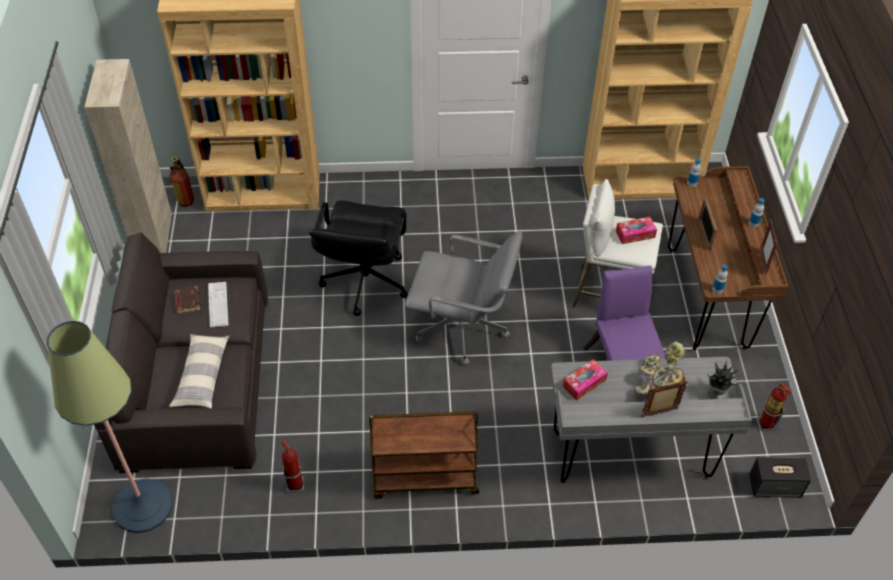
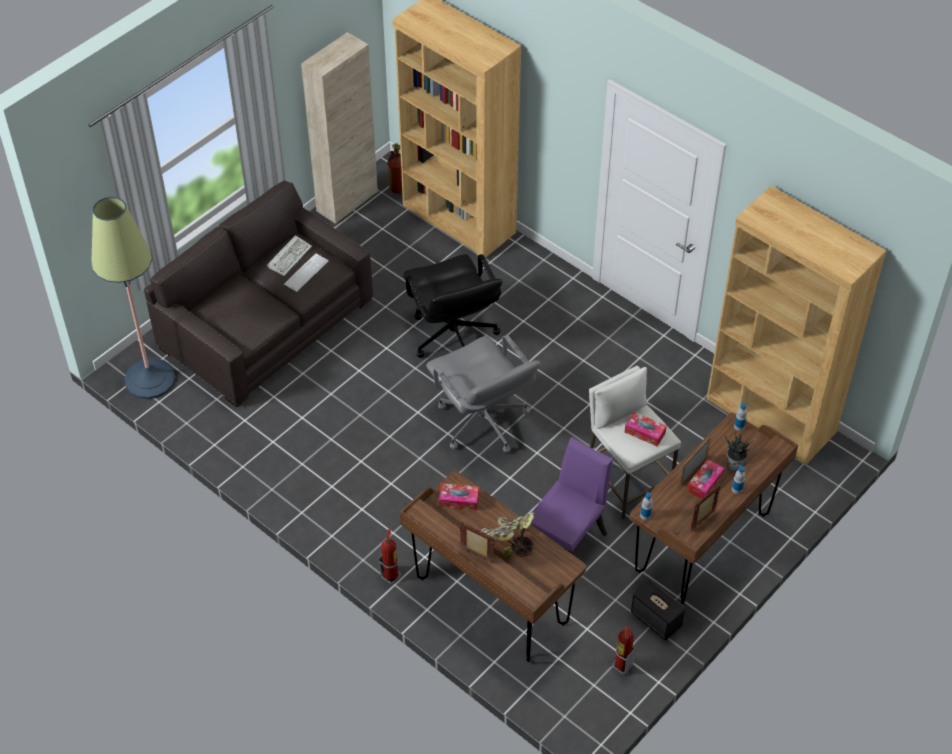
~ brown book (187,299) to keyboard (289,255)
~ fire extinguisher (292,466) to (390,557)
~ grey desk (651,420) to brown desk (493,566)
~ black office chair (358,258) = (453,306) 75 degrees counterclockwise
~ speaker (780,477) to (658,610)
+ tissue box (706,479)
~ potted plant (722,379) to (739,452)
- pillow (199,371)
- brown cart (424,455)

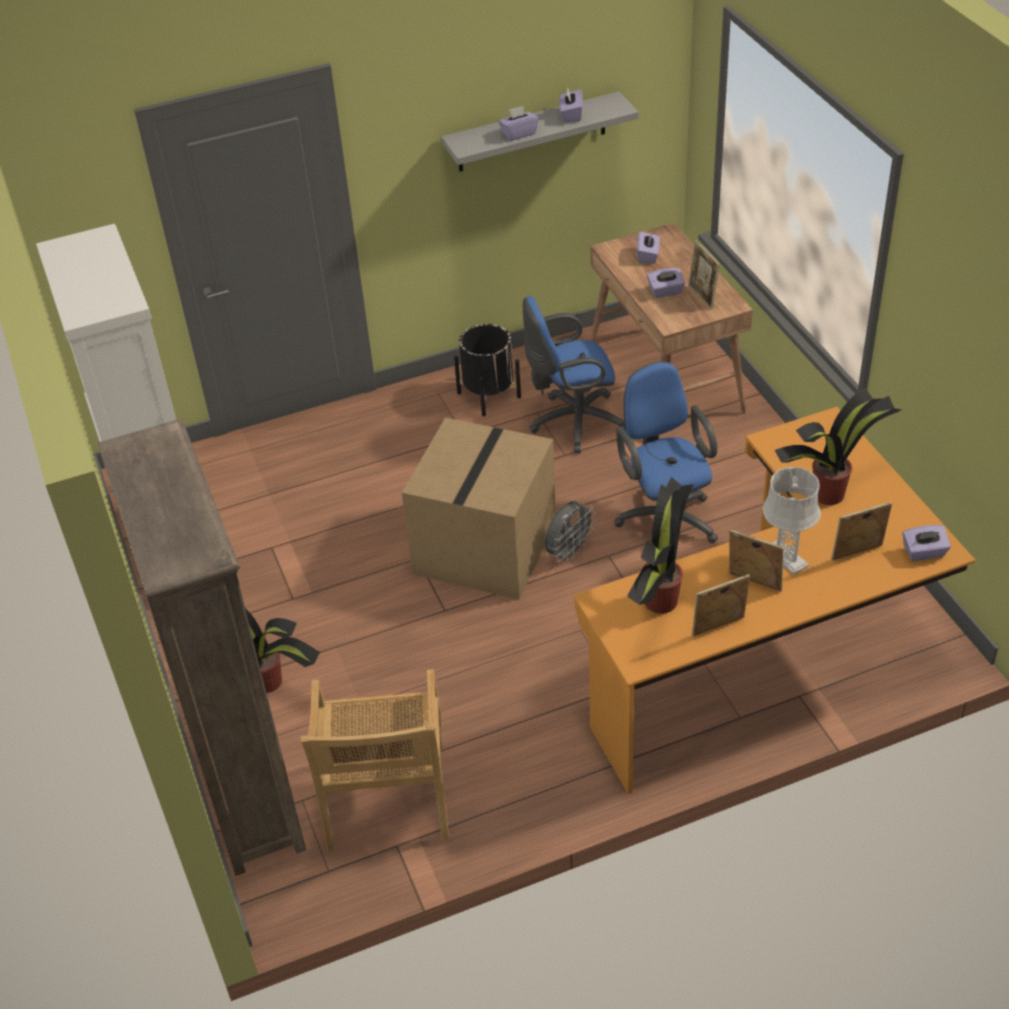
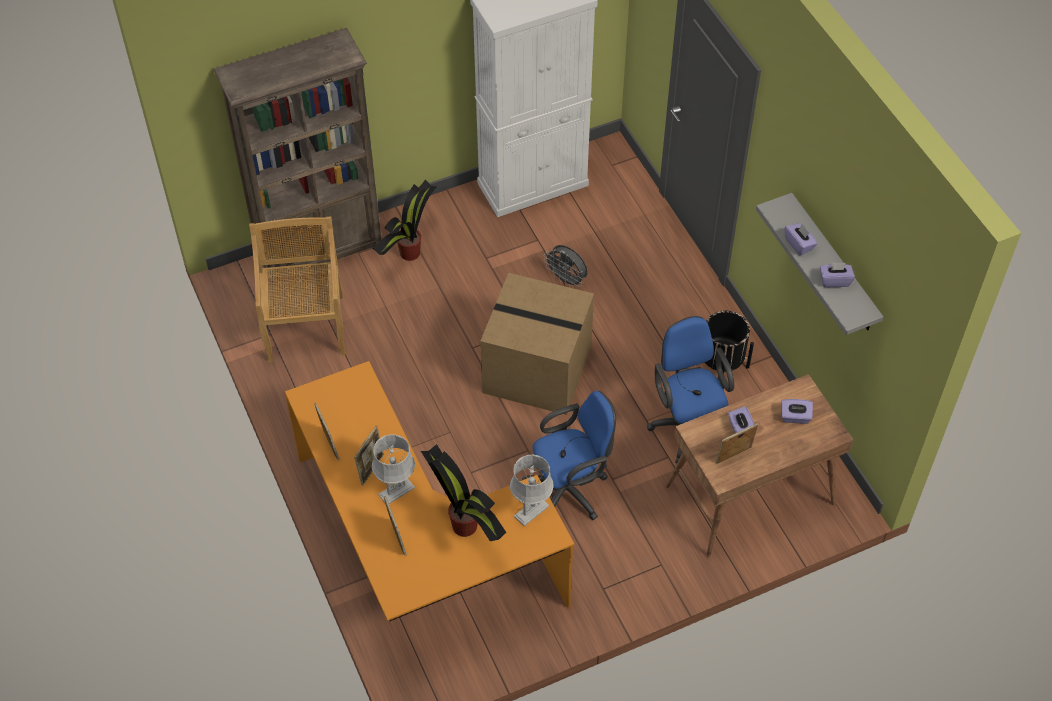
~ beige chair (375,760) = (297,289) 90 degrees clockwise
+ grey table lamp (532,490)
~ grey fan (570,532) to (565,266)
- potted plant (660,545)
- purple tissue box (926,543)

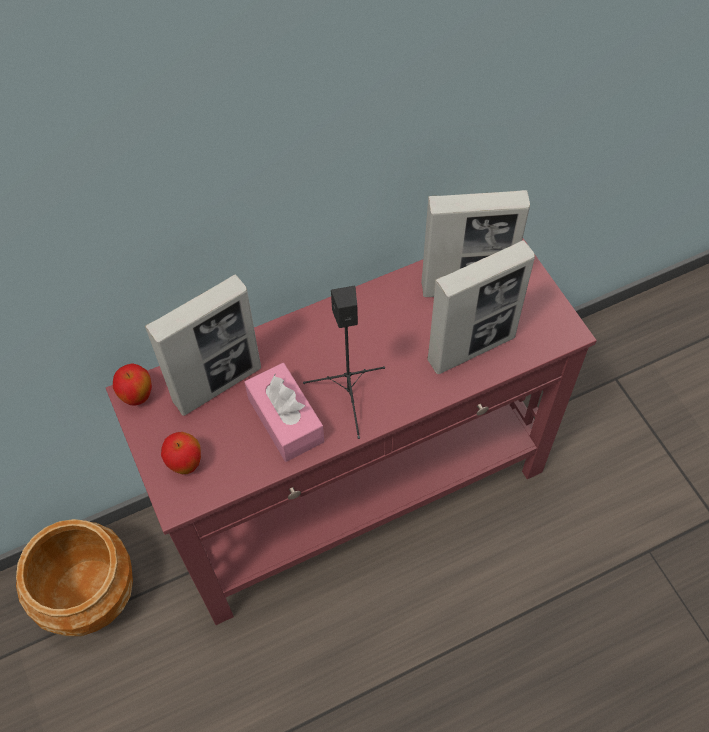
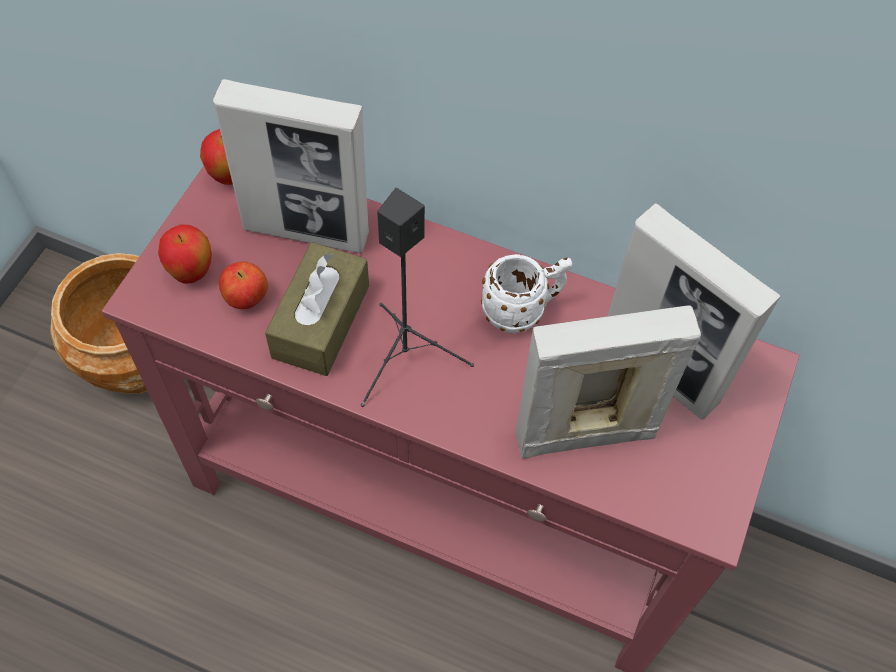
+ apple (243,285)
~ pink tissue box (284,412) to brown tissue box (317,309)
+ white mug (526,293)
~ picture frame (481,307) = (608,381) 150 degrees clockwise

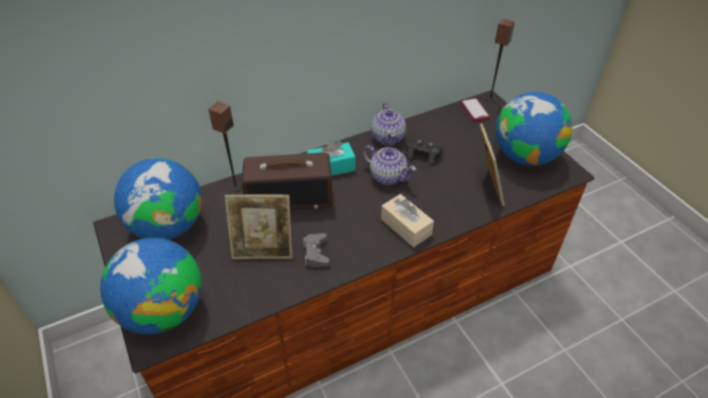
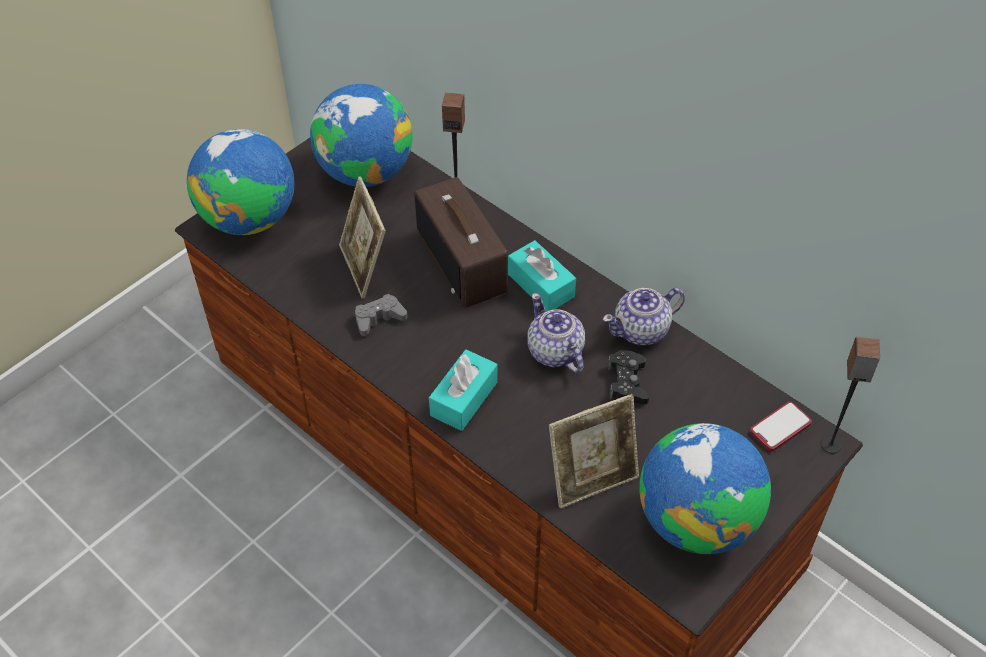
~ beige tissue box (407,220) to turquoise tissue box (463,390)
~ teapot (389,165) = (556,333) 135 degrees clockwise

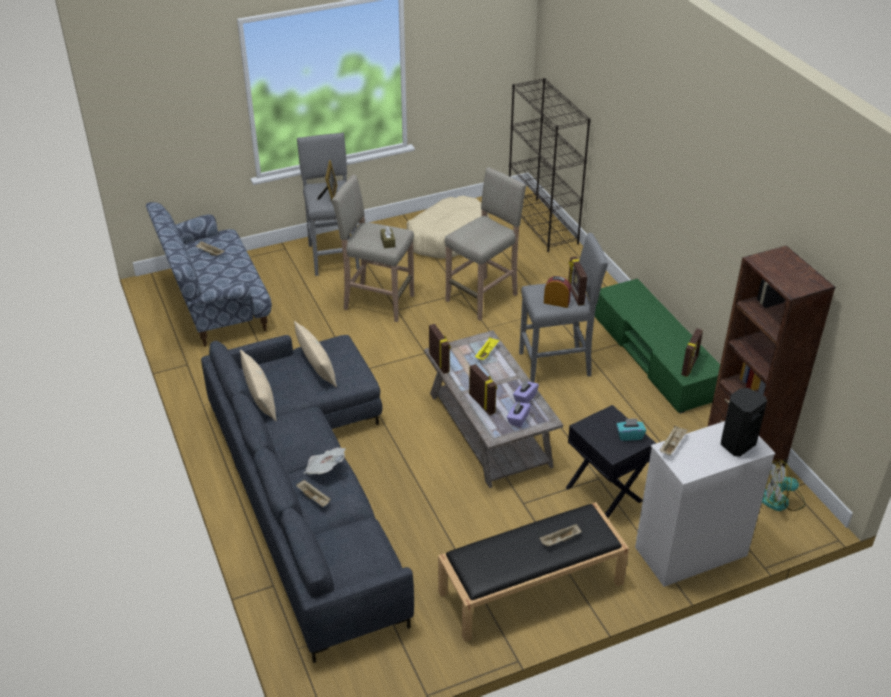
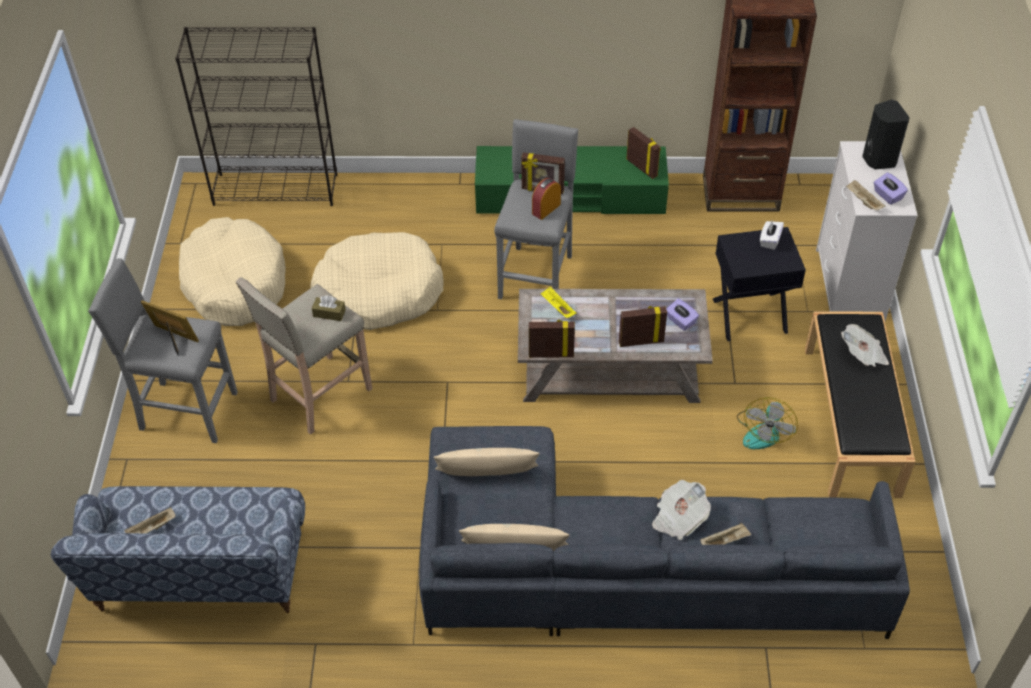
~ beige stool (485,244) to beige dog bed (377,281)
~ fan (783,485) to (767,423)
~ turquoise tissue box (631,430) to white tissue box (772,235)
~ beige tray (560,535) to newspaper (865,345)
~ purple tissue box (526,391) to (891,189)

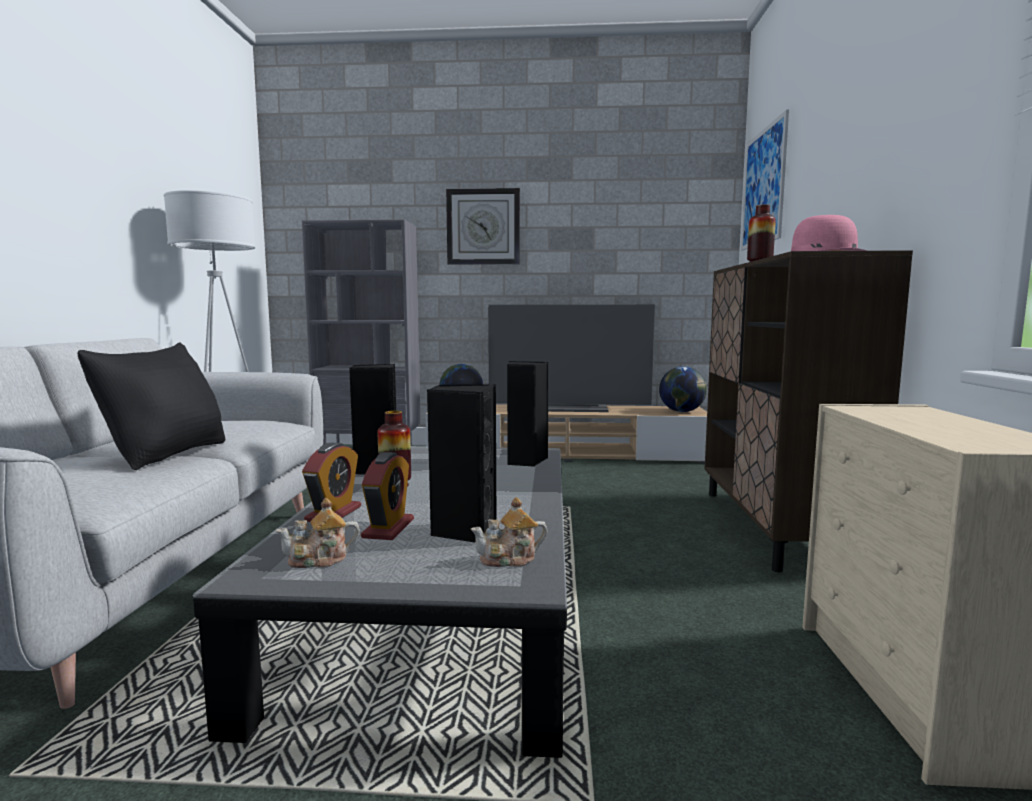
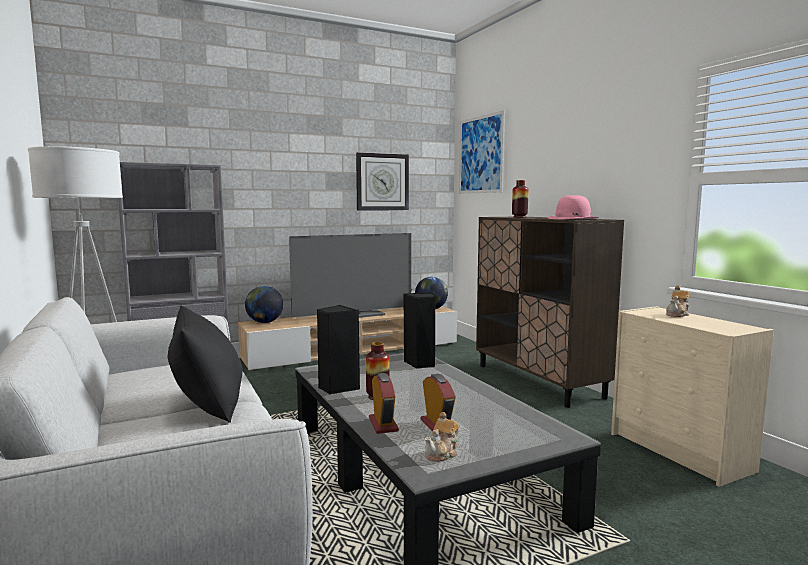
~ wall clock (483,226) to (382,181)
~ teapot (509,532) to (677,301)
- black speaker (461,463)

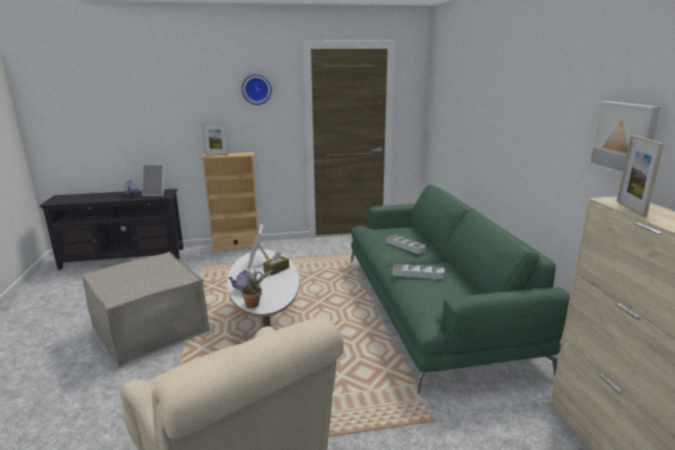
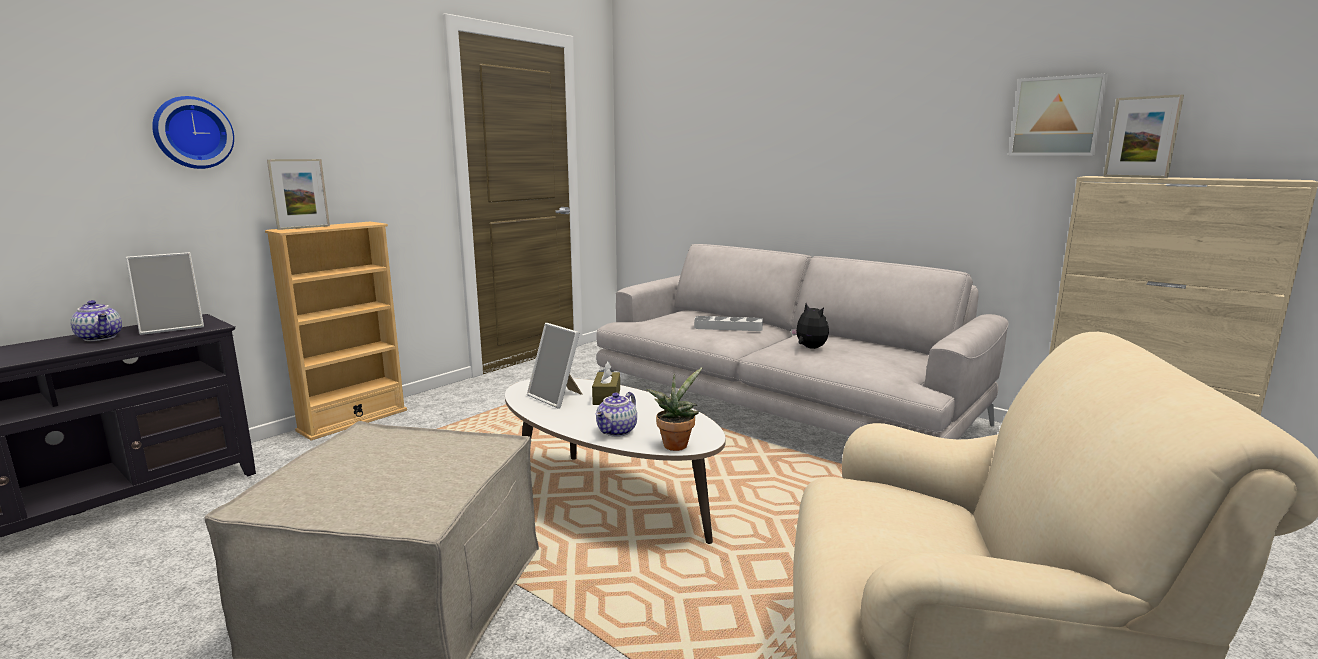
~ wall clock (257,89) to (193,132)
~ green sofa (460,289) to grey sofa (802,341)
~ grey tray (419,271) to plush toy (810,326)

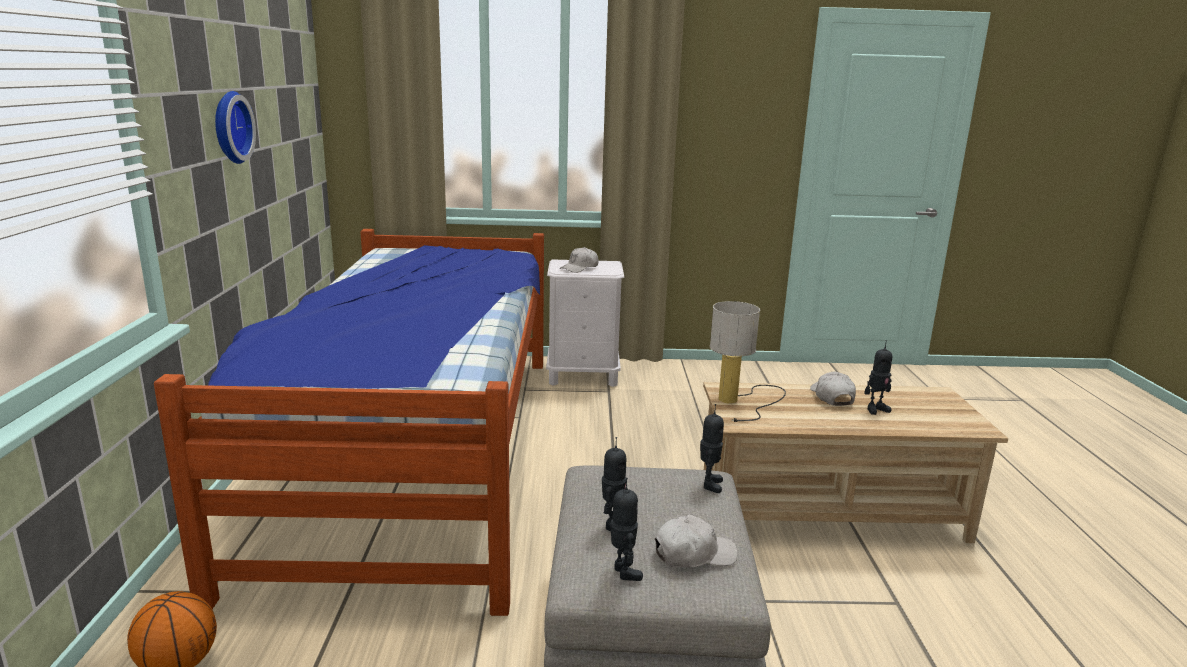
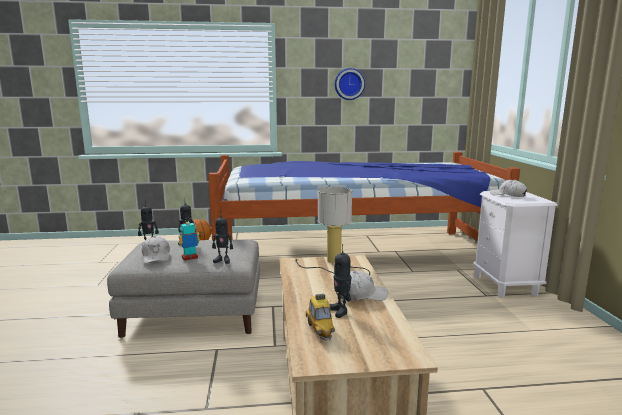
+ toy robot (189,240)
+ toy car (320,317)

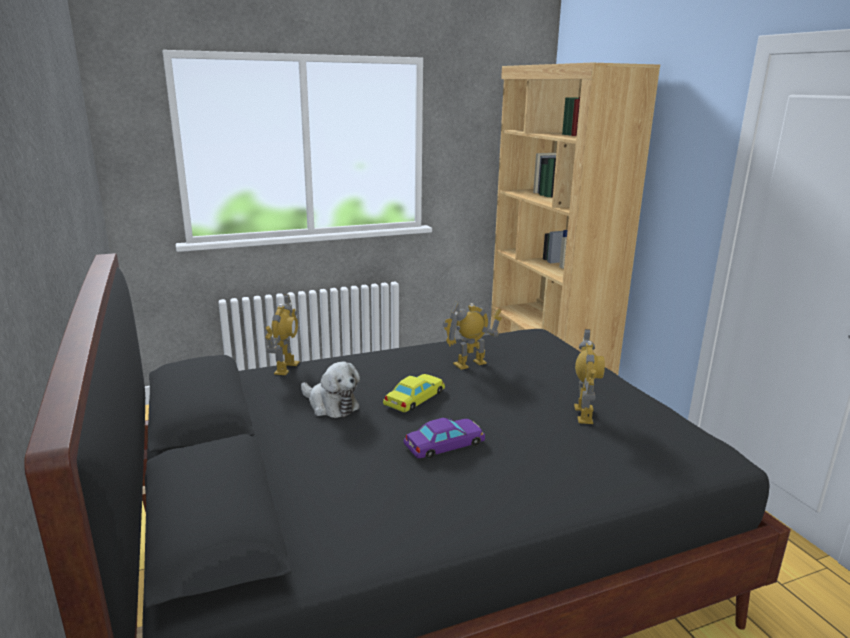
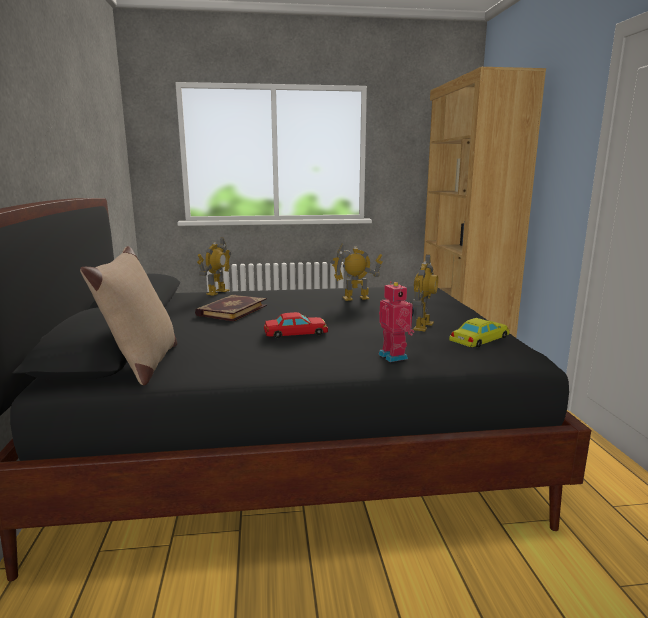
+ beige pillow (128,315)
~ plush toy (330,389) to book (231,308)
~ purple toy car (444,438) to red toy car (296,325)
+ toy robot (396,321)
~ yellow toy car (414,393) to (479,333)

